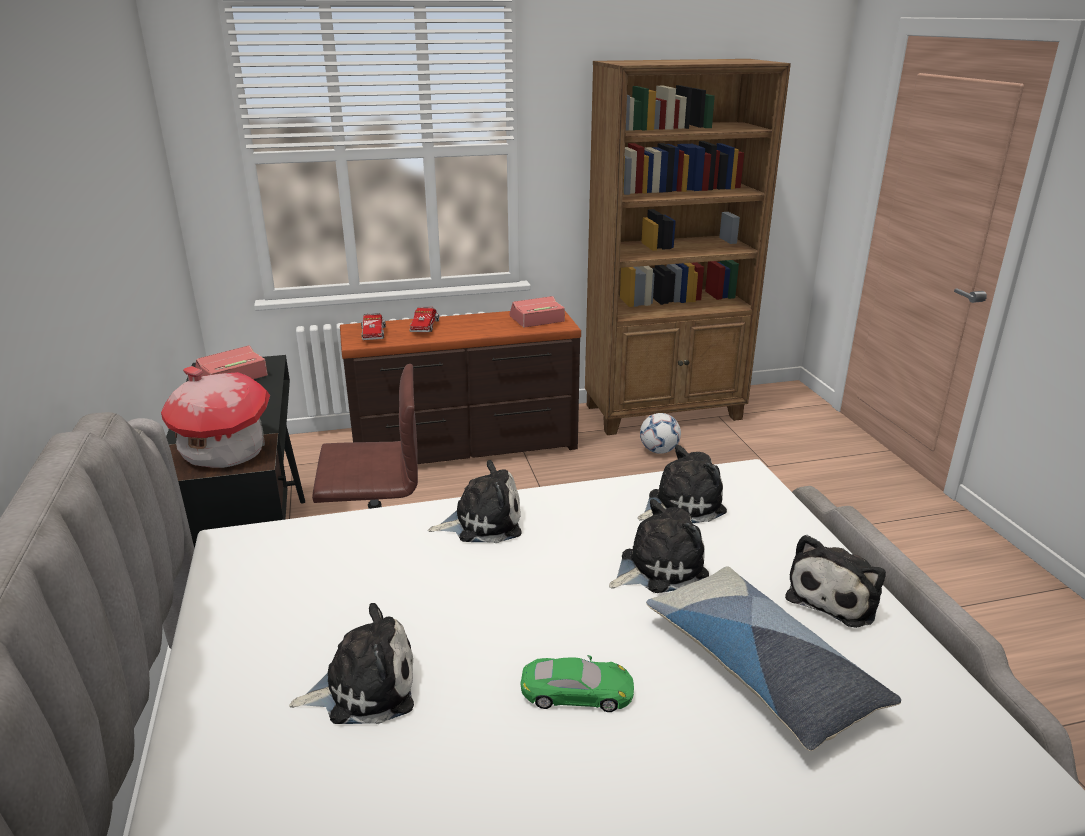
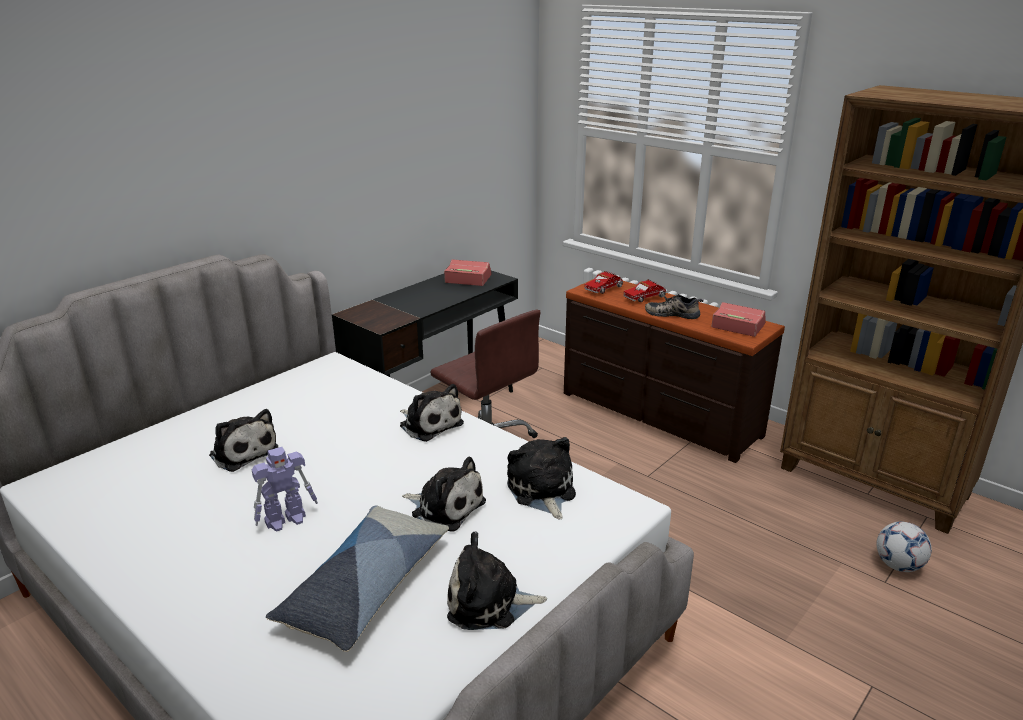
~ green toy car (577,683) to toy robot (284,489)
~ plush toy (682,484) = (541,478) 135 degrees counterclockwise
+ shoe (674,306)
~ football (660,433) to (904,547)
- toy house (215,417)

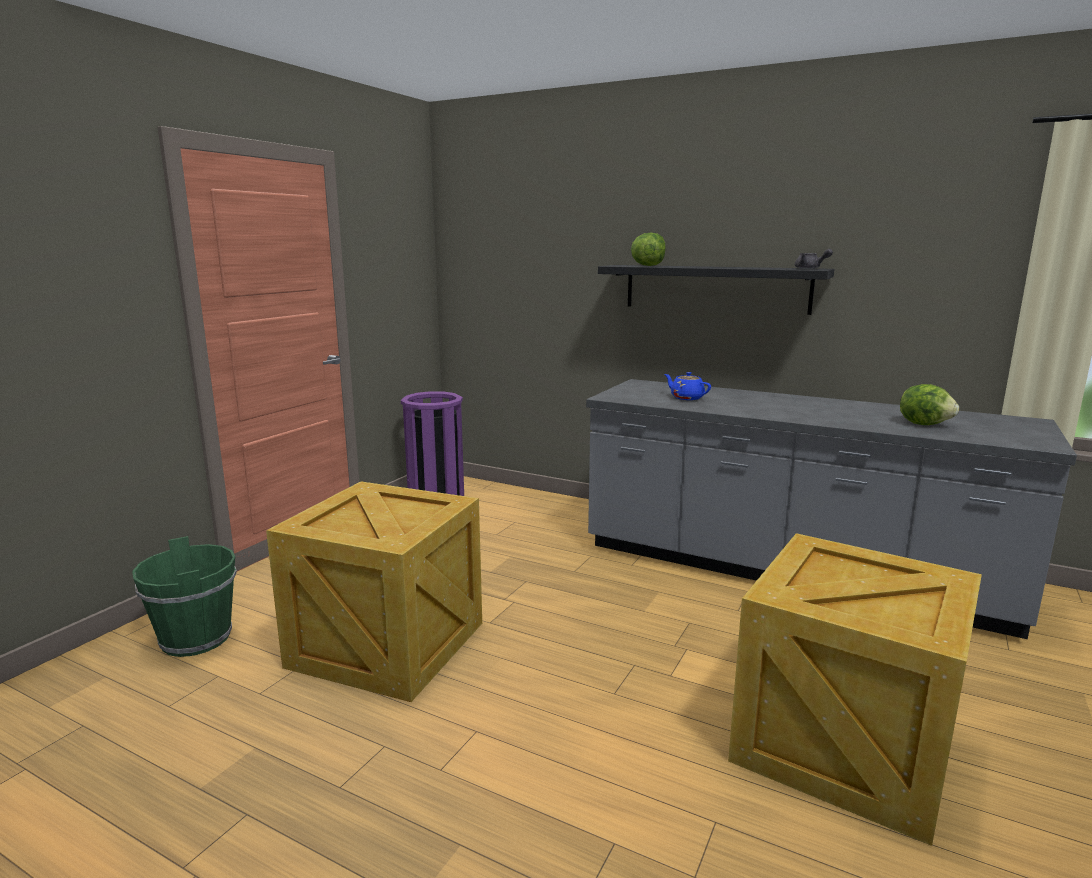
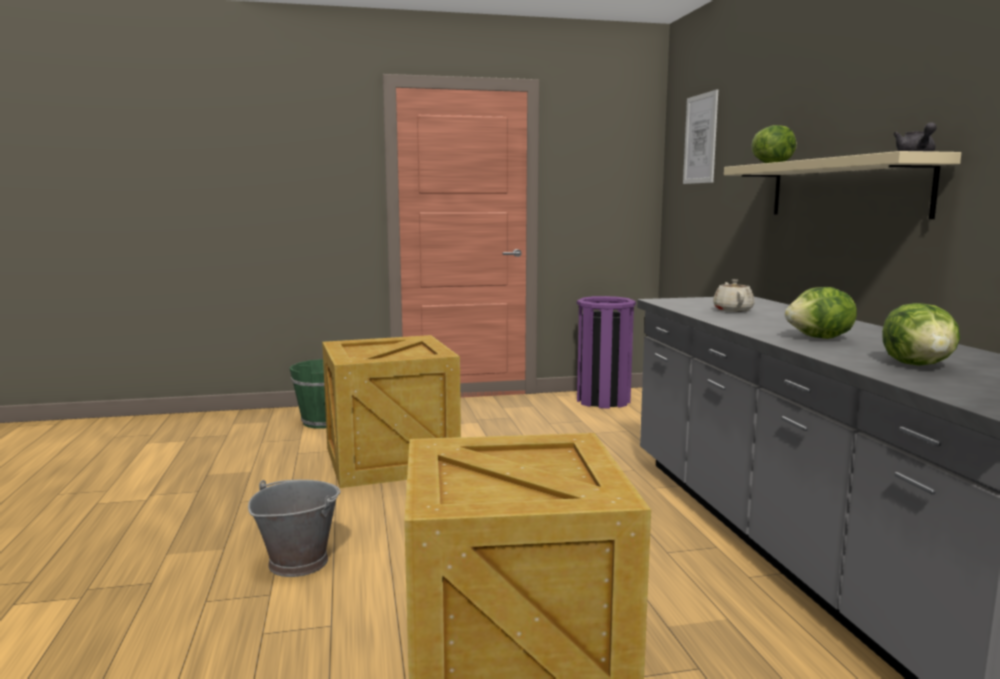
+ grey bucket (294,528)
+ picture (700,137)
~ blue teapot (687,386) to beige teapot (734,295)
~ black shelf (716,290) to beige shelf (842,185)
+ lettuce (821,313)

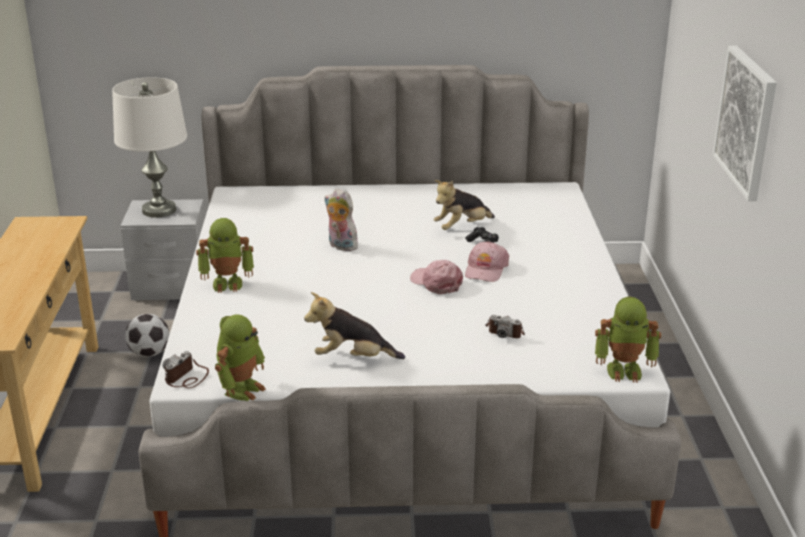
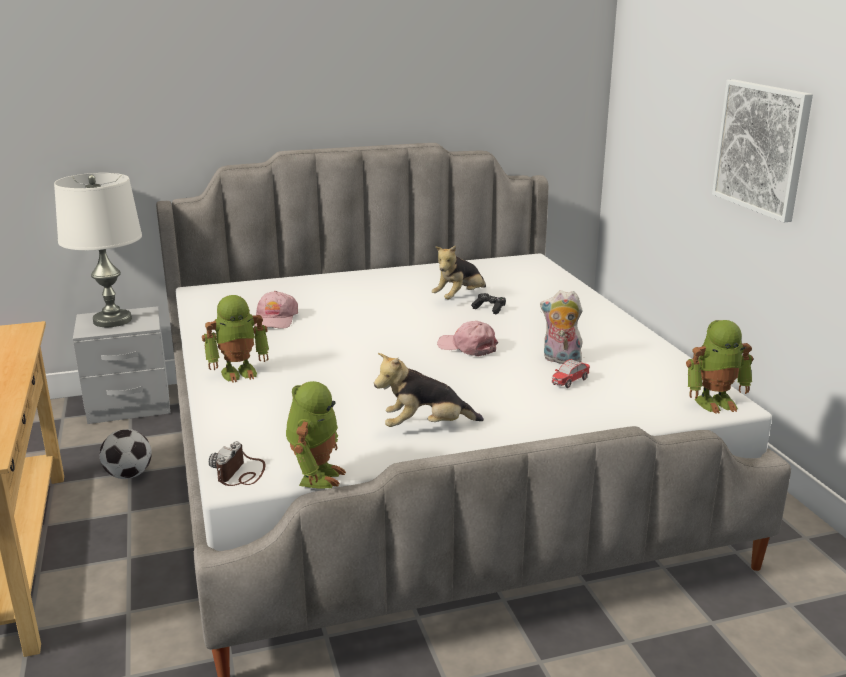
~ pink cap (487,262) to (276,310)
~ plush toy (341,220) to (561,327)
~ photo camera (505,326) to toy car (570,373)

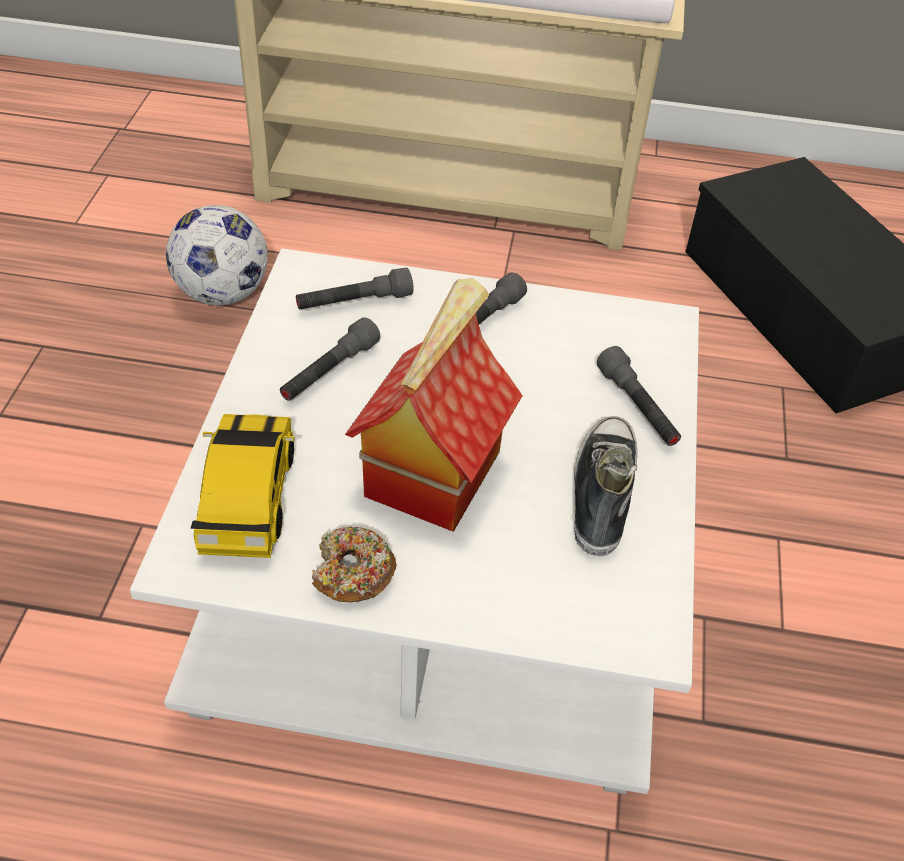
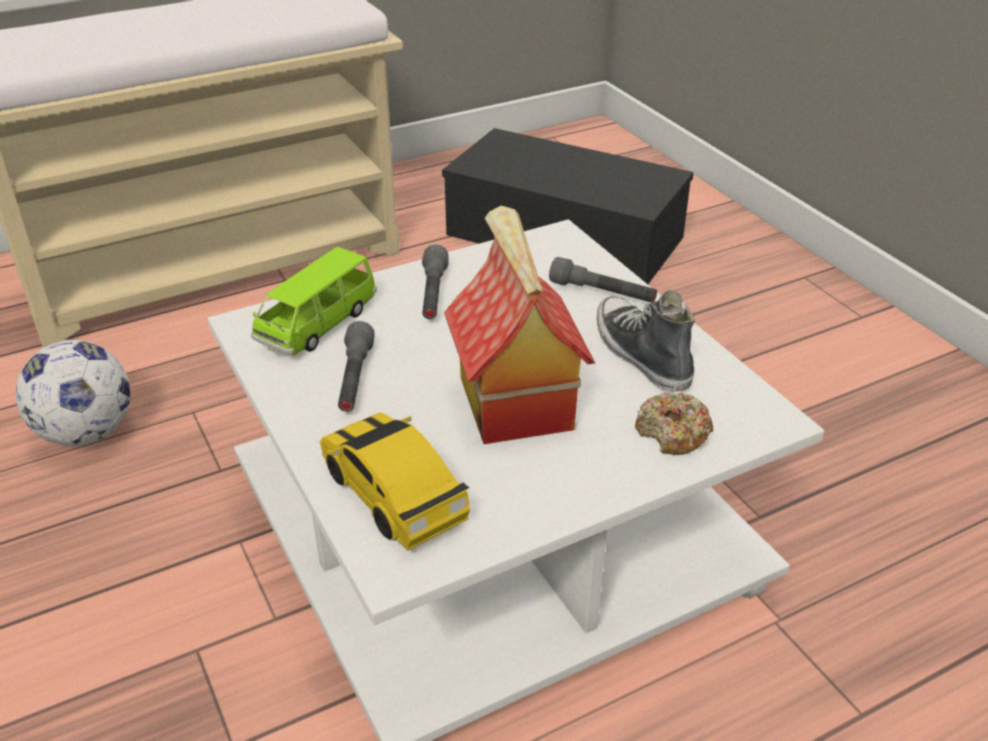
~ grey flashlight (354,288) to green toy car (314,301)
~ donut (354,564) to (674,423)

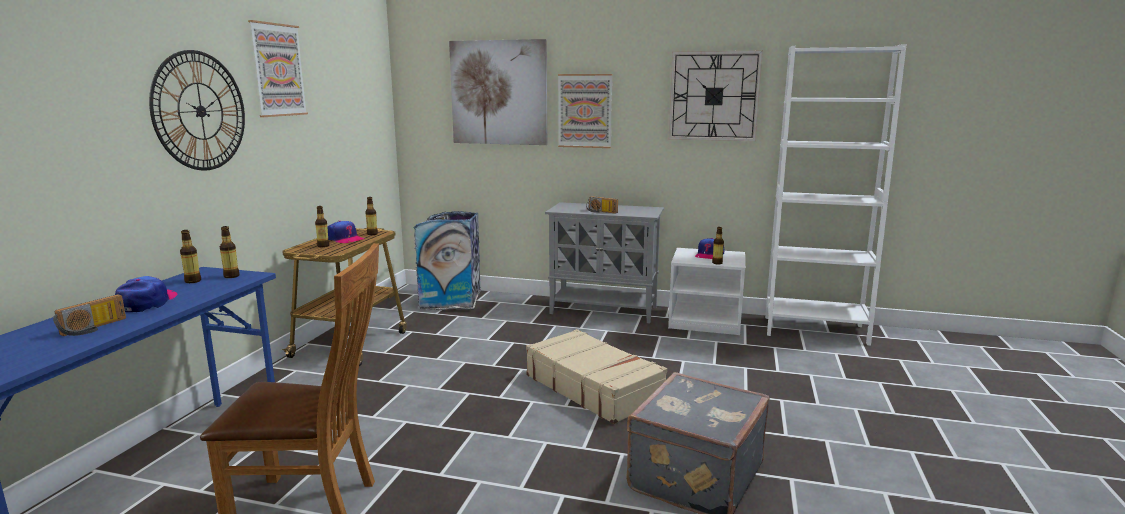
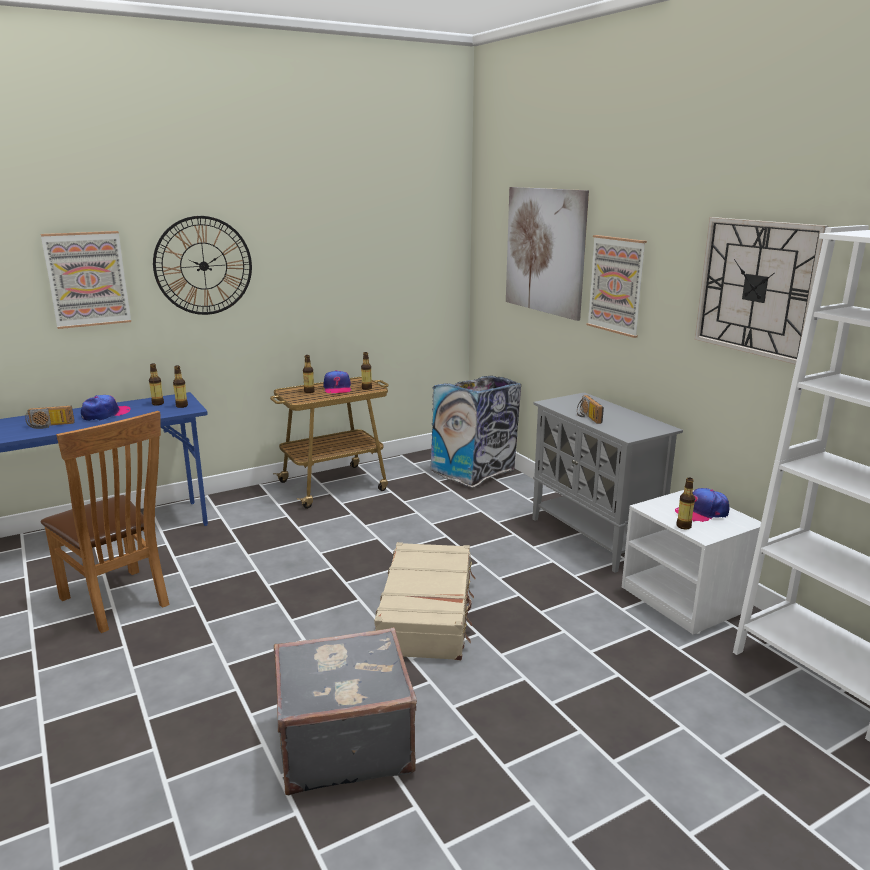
~ picture (278,68) to (86,280)

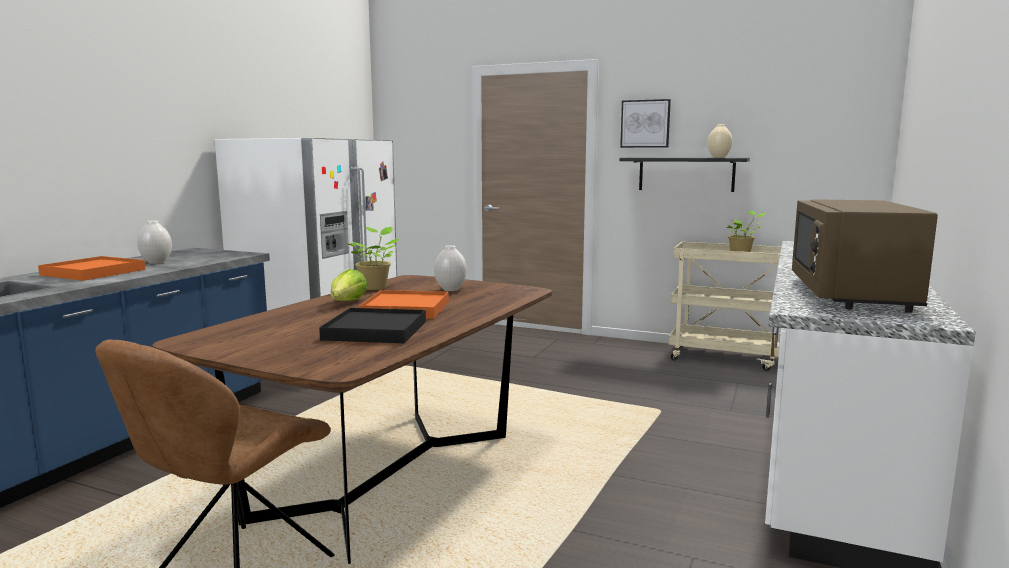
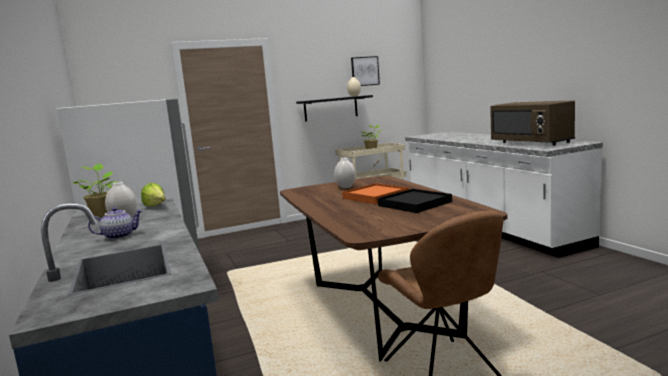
~ potted plant (373,258) to (94,190)
~ orange tray (91,268) to teapot (115,223)
~ lettuce (349,285) to (153,194)
~ picture (645,123) to (365,71)

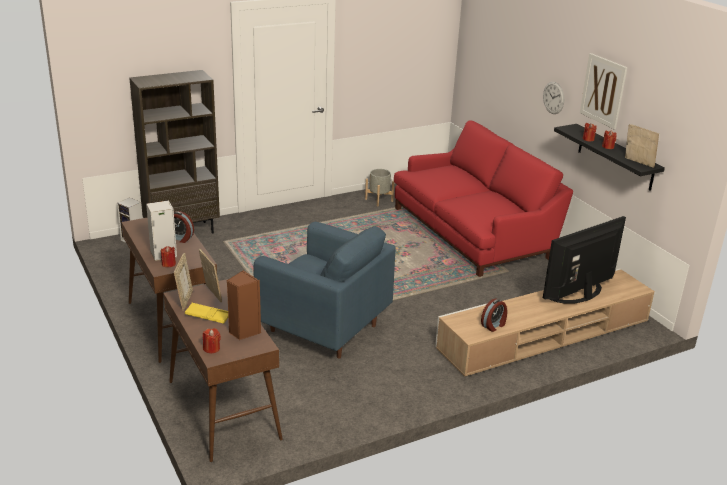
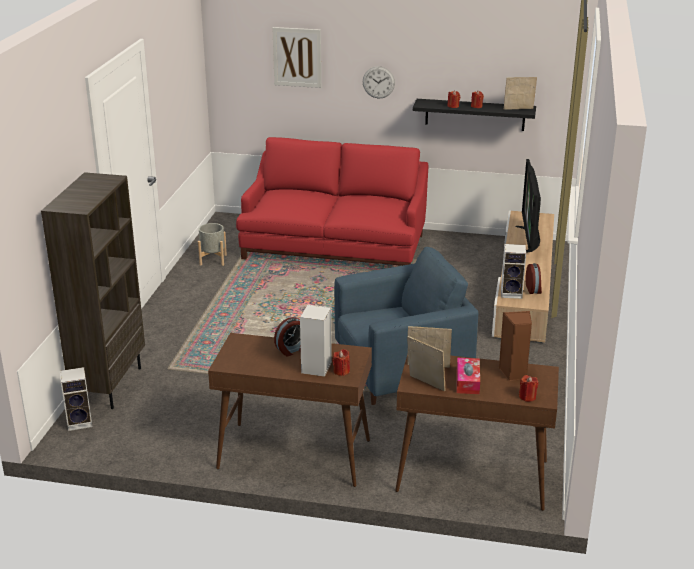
~ picture (603,91) to (297,57)
~ yellow tray (206,313) to tissue box (468,375)
+ speaker (513,271)

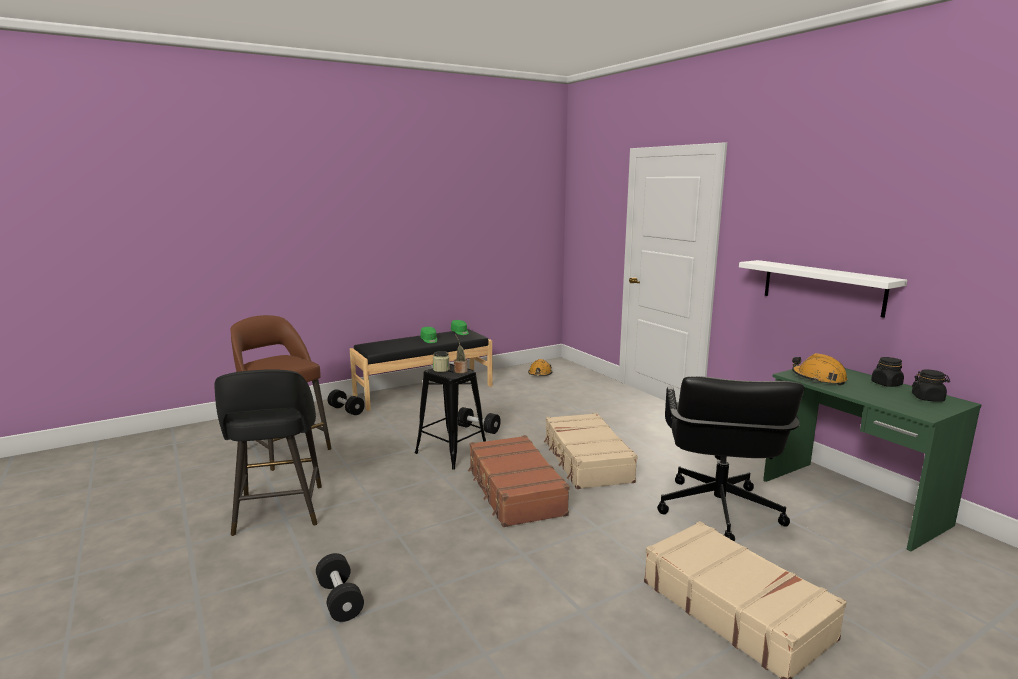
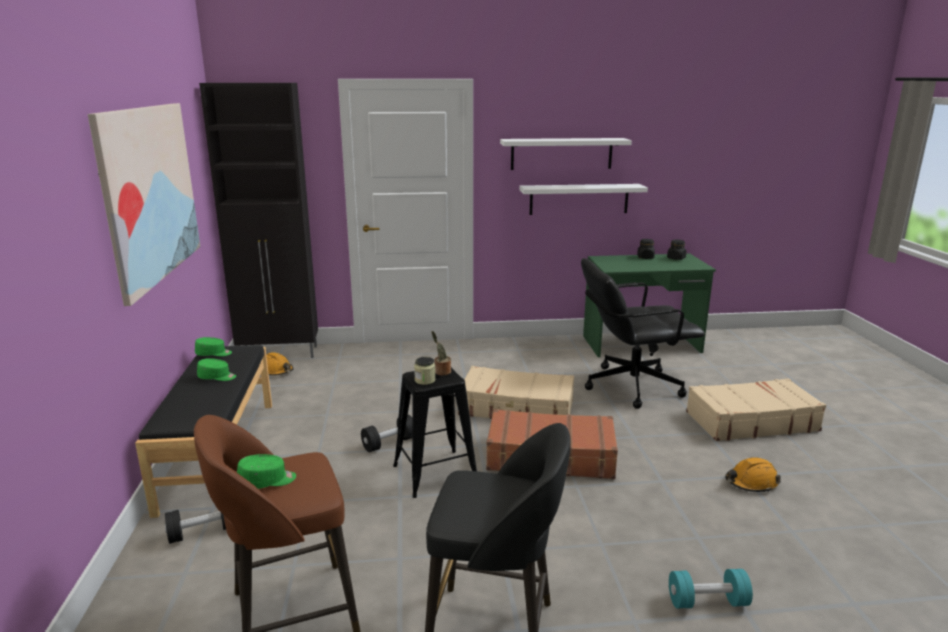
+ picture (144,204)
+ black cabinet (258,220)
+ green cap (266,471)
+ white shelf (566,154)
~ black office chair (730,459) = (643,333) 135 degrees clockwise
~ black dumbbell (340,587) to turquoise dumbbell (711,588)
~ orange hard hat (819,369) to (753,475)

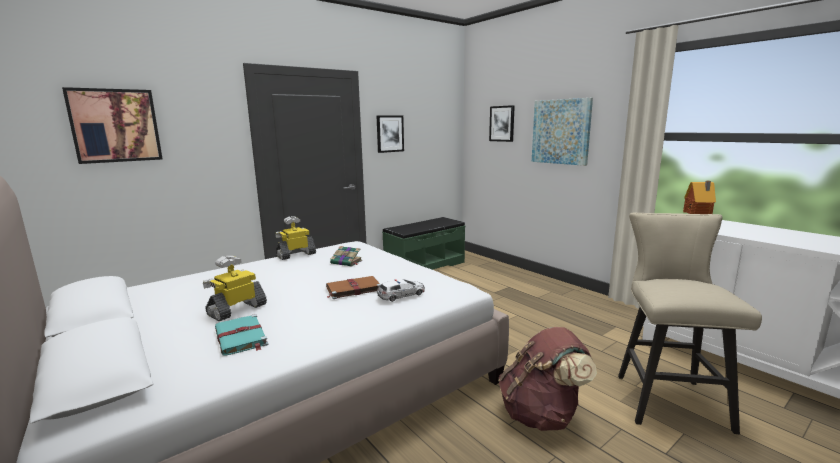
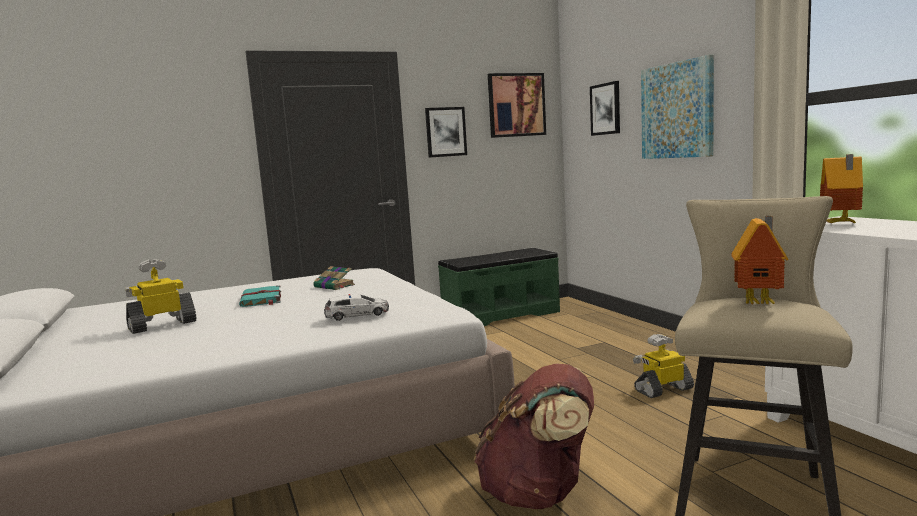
~ turquoise book (241,335) to (260,296)
~ picture (112,125) to (517,105)
~ toy robot (295,238) to (663,366)
+ toy house (760,260)
- brown book (353,287)

